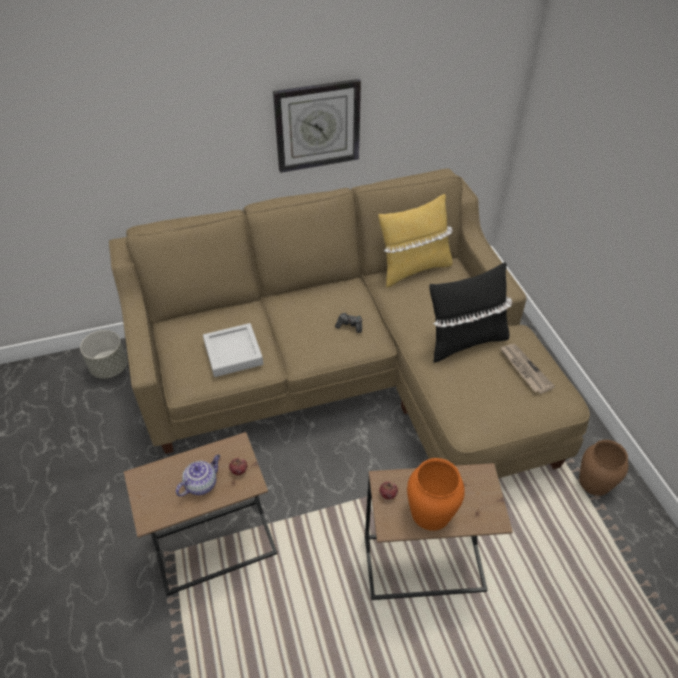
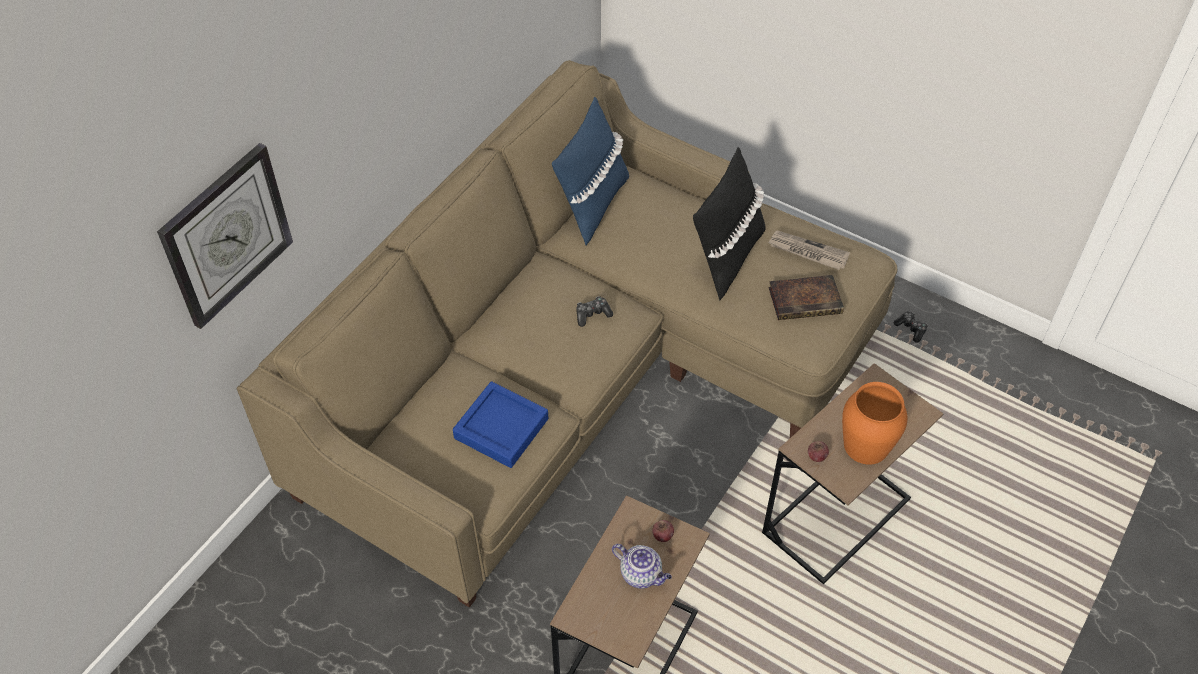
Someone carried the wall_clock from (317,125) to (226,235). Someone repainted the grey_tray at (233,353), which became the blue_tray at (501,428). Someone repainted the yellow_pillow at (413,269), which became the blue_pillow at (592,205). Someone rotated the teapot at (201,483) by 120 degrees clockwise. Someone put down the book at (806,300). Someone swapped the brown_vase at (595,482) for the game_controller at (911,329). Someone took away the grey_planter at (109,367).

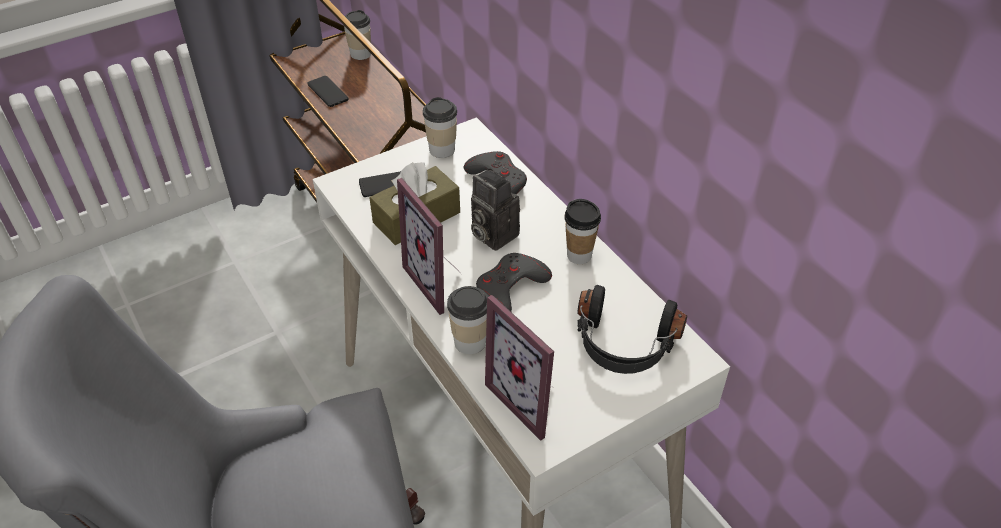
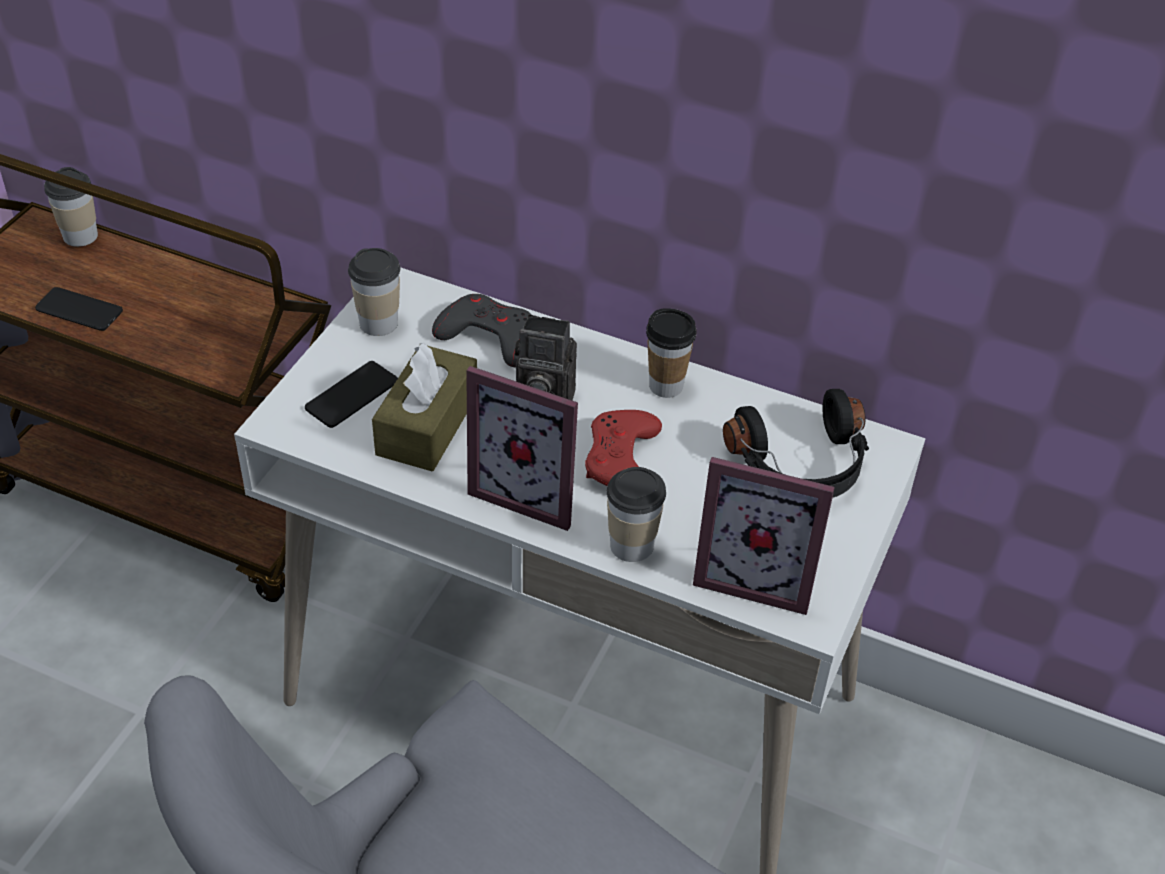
Someone repainted the grey_game_controller at (510,289), which became the red_game_controller at (622,461).

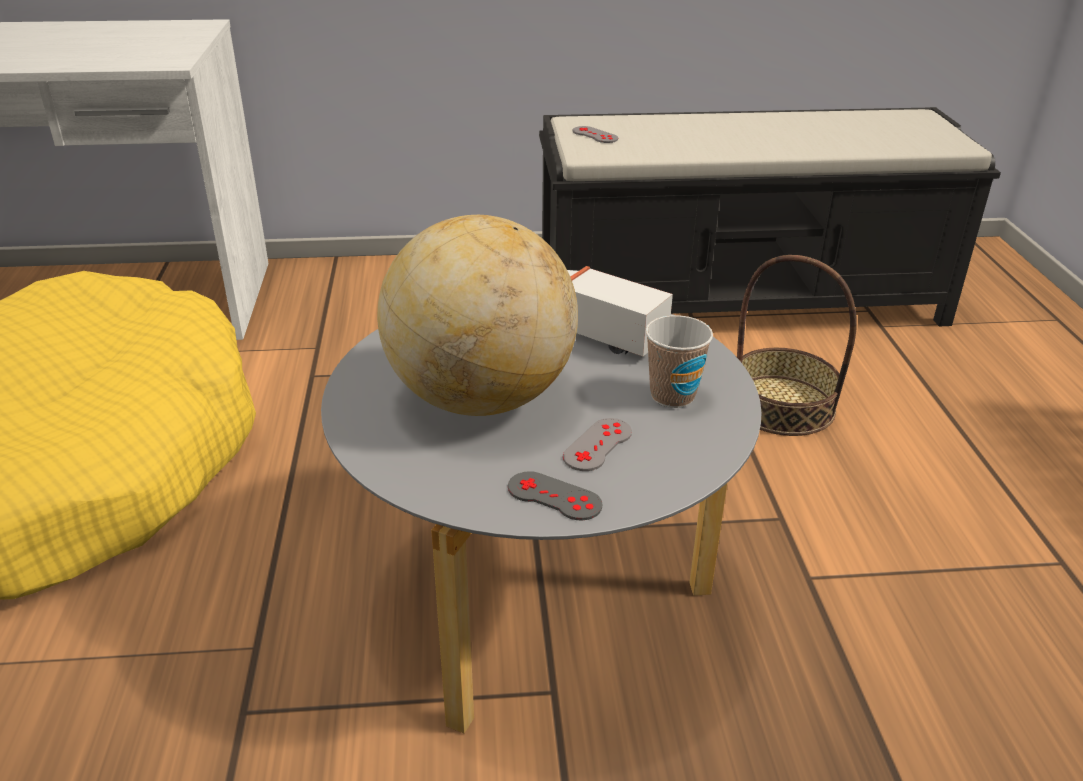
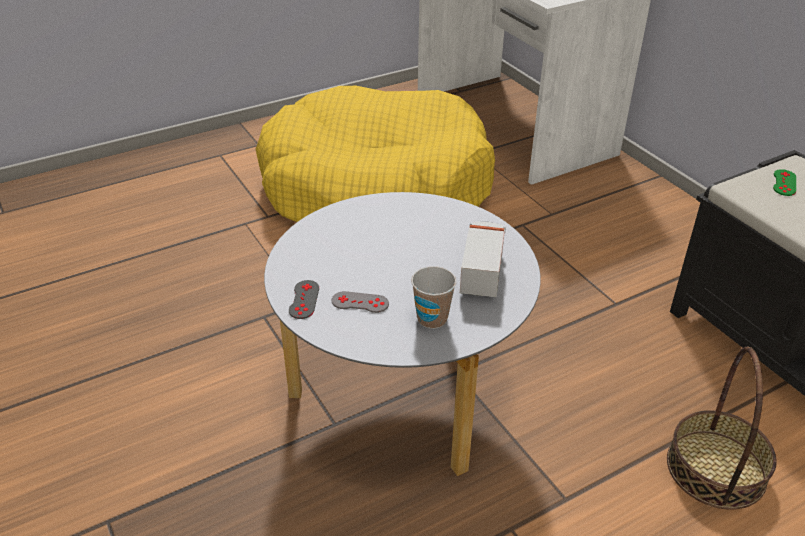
Someone repainted the grey_game_controller at (595,135), which became the green_game_controller at (784,183). Someone took away the globe at (481,398).

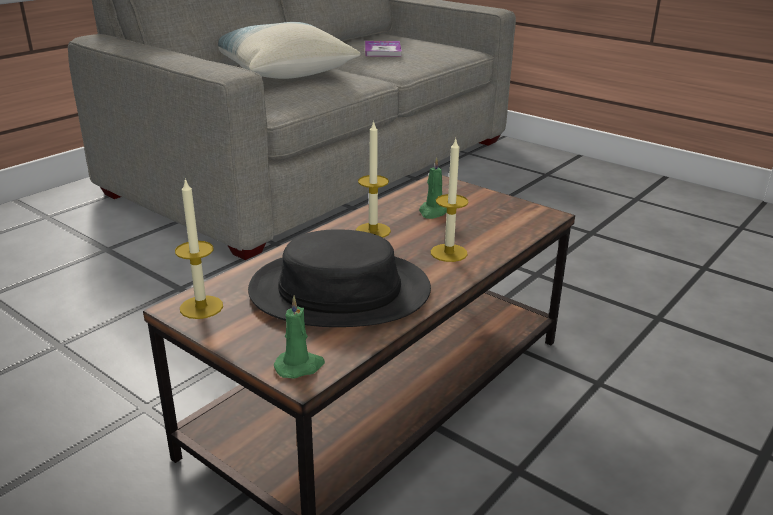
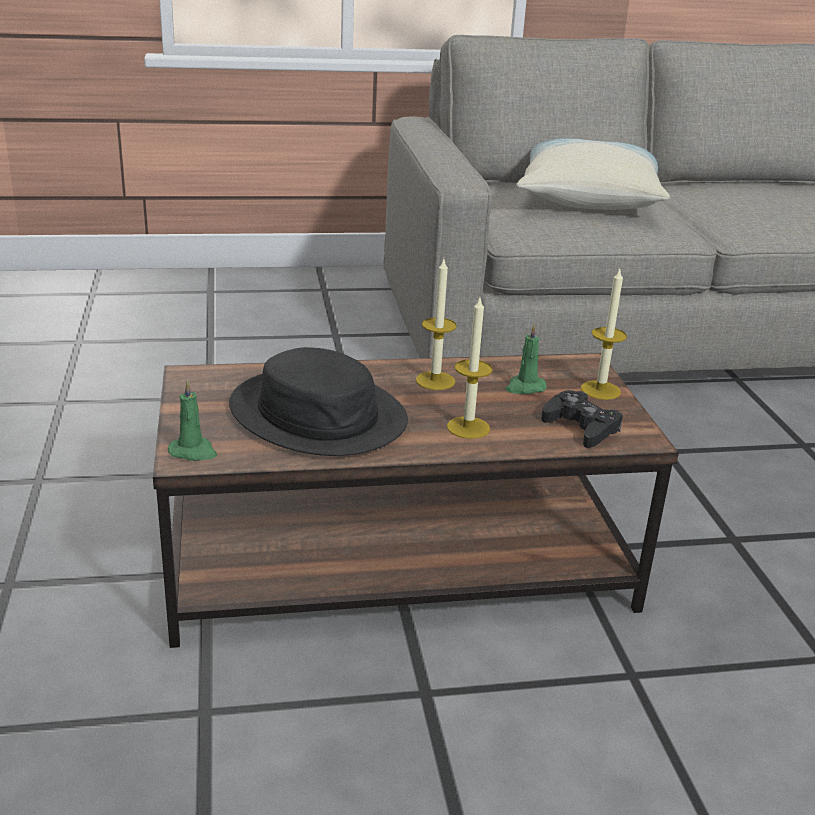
Someone put down the black_game_controller at (581,427). Someone carried the candle from (201,307) to (600,390). Someone took away the book at (382,50).

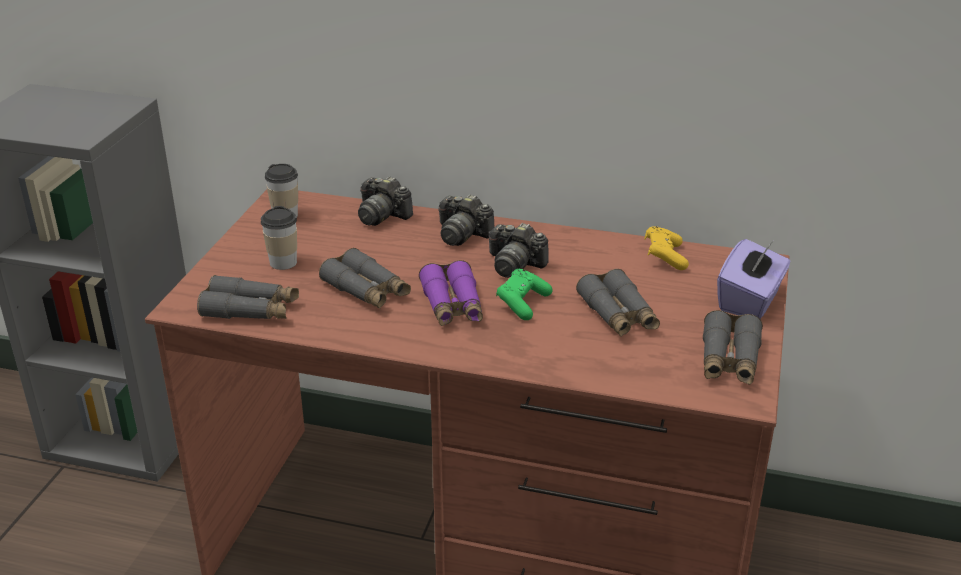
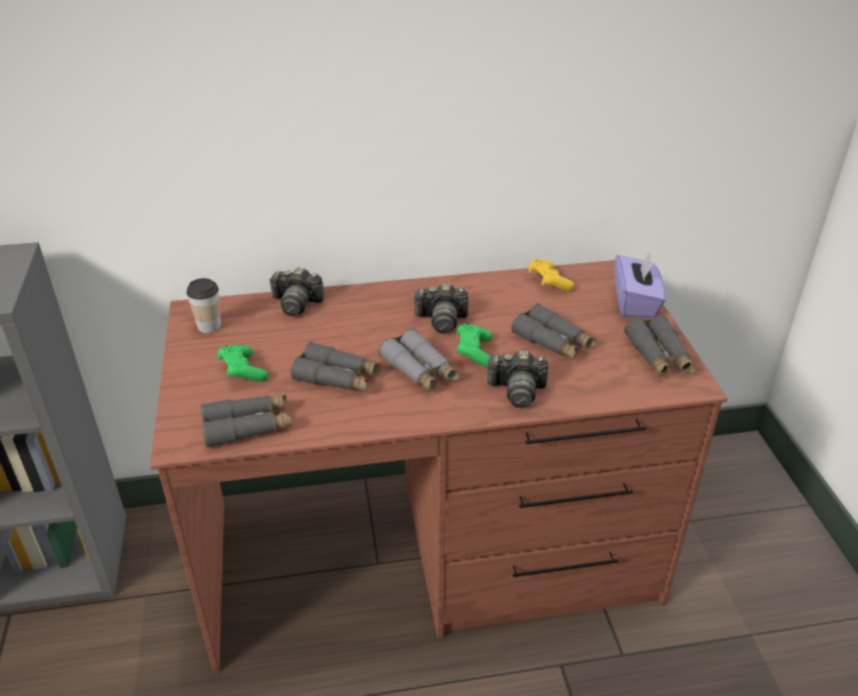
Someone swapped the cup at (283,263) for the green_game_controller at (242,372). Someone repainted the purple_binoculars at (452,305), which became the grey_binoculars at (420,371). Someone carried the photo_camera from (462,234) to (517,390).

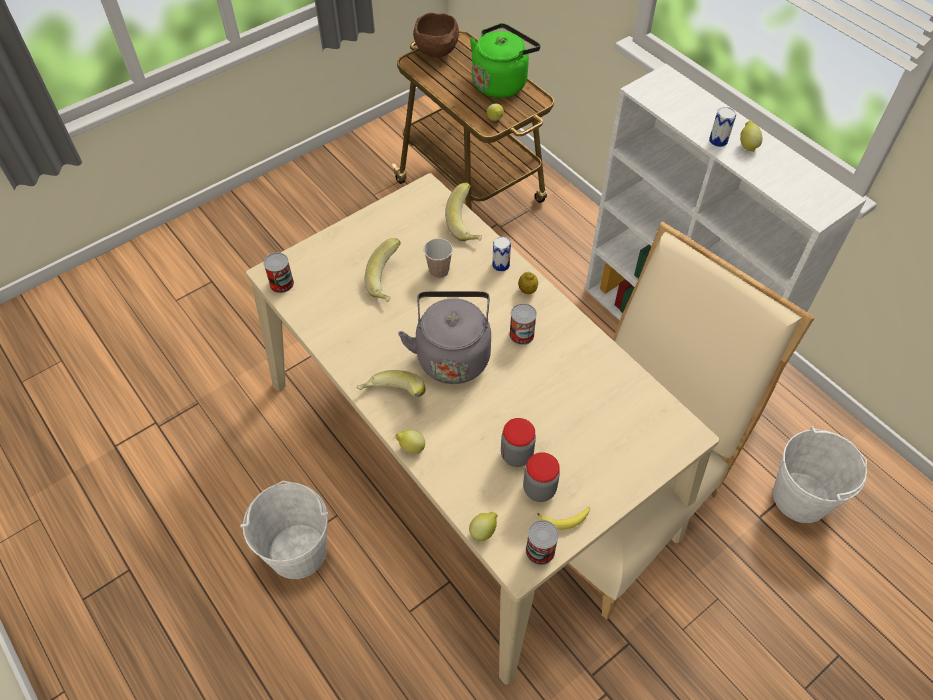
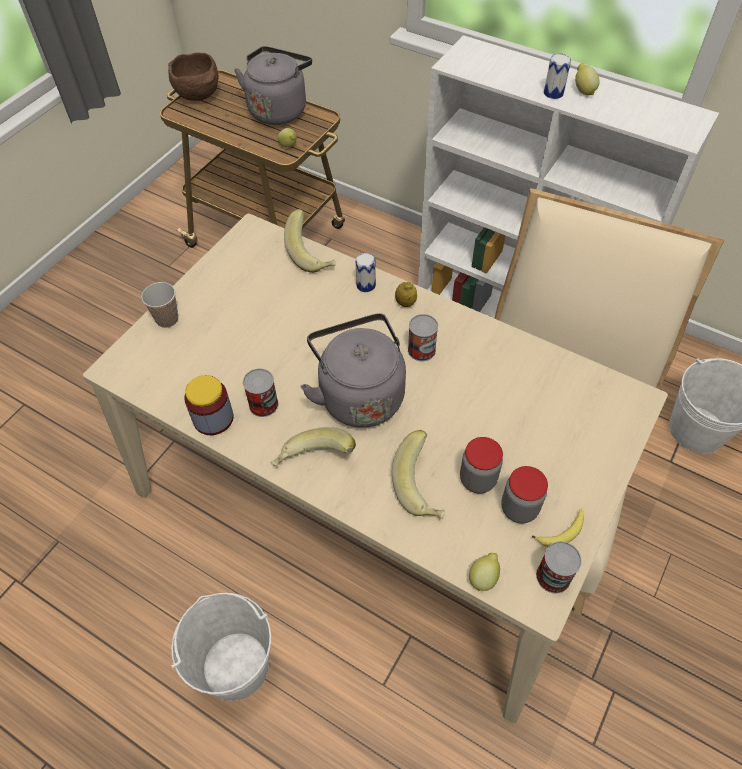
Someone carried the cup from (439,271) to (167,319). Someone put down the jar at (213,418). Someone repainted the green_kettle at (501,82), which became the grey_kettle at (279,109). Someone carried the can from (281,283) to (263,404). Someone carried the banana from (388,282) to (423,487). Someone took away the lemon at (411,447).

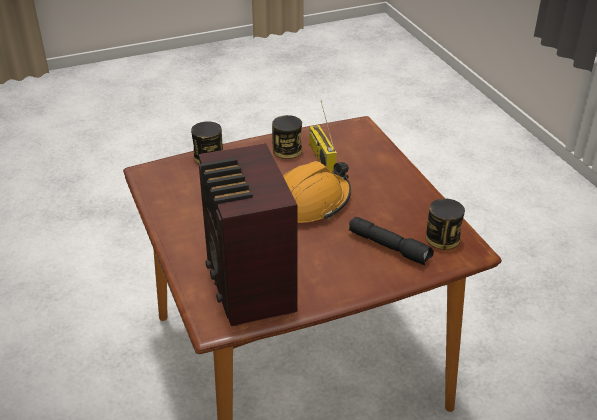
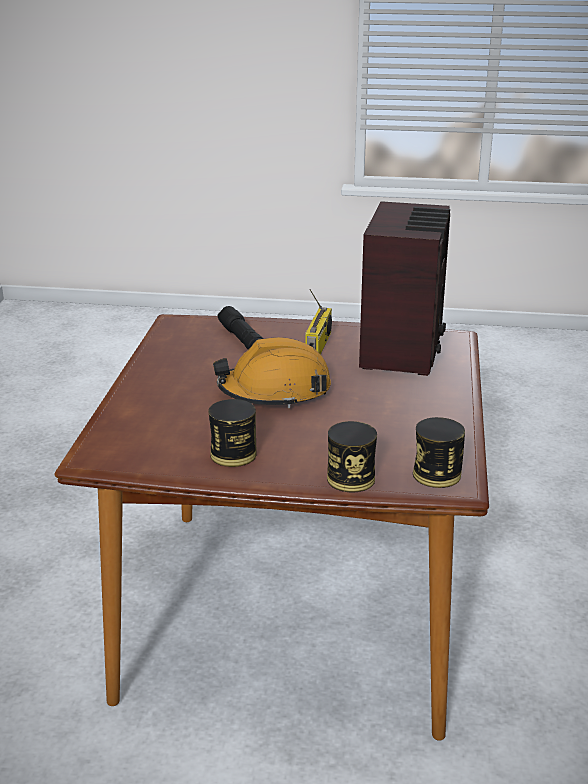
Someone carried the radio from (321,156) to (319,346). Someone carried the can from (442,238) to (436,474).

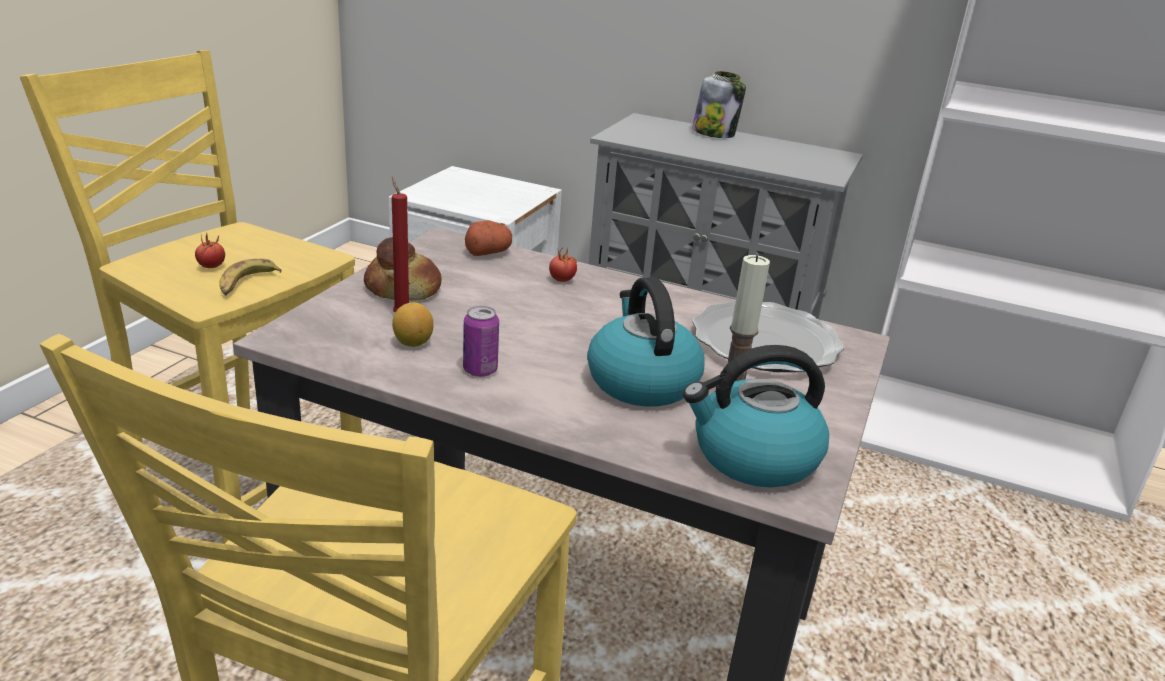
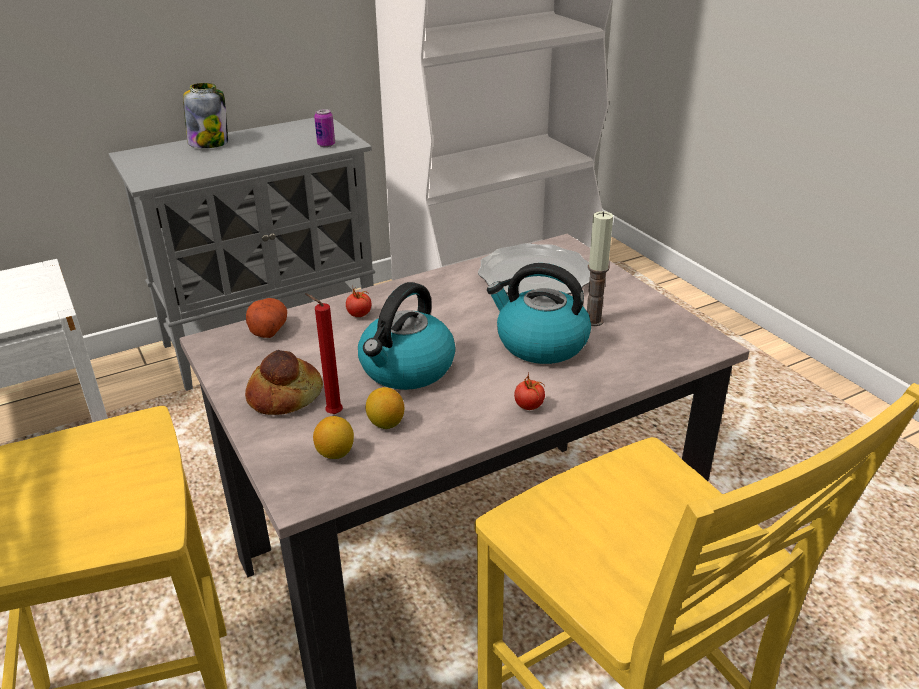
Someone put down the lemon at (335,453). Someone carried the can from (480,370) to (326,145). Someone carried the kettle from (753,457) to (406,369). Someone carried the tomato from (211,267) to (529,406). Someone took away the banana at (246,284).

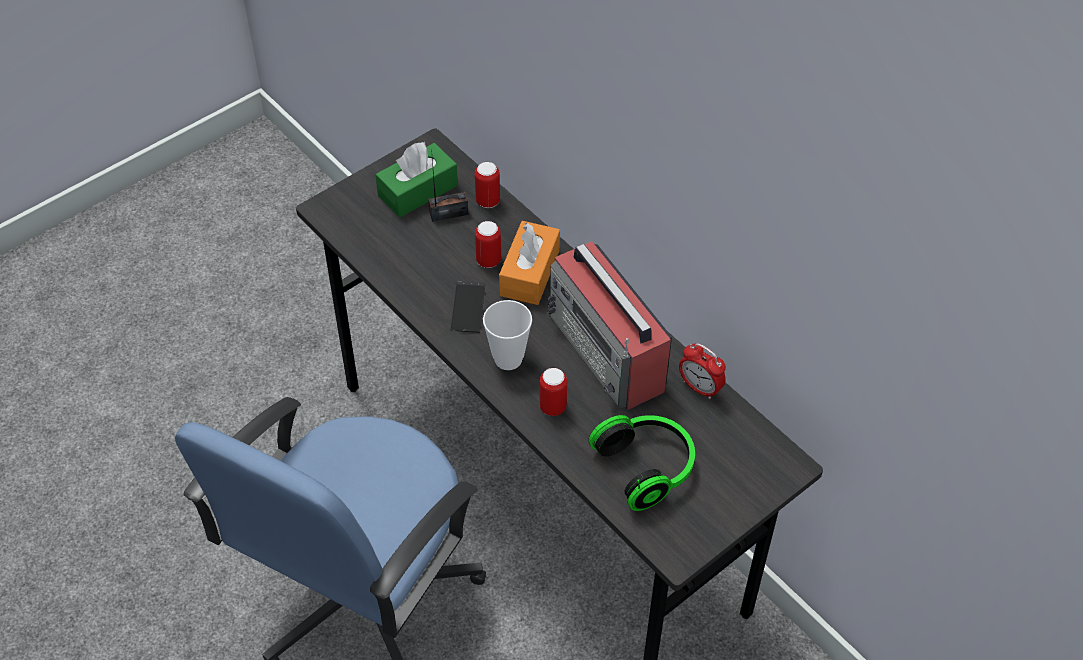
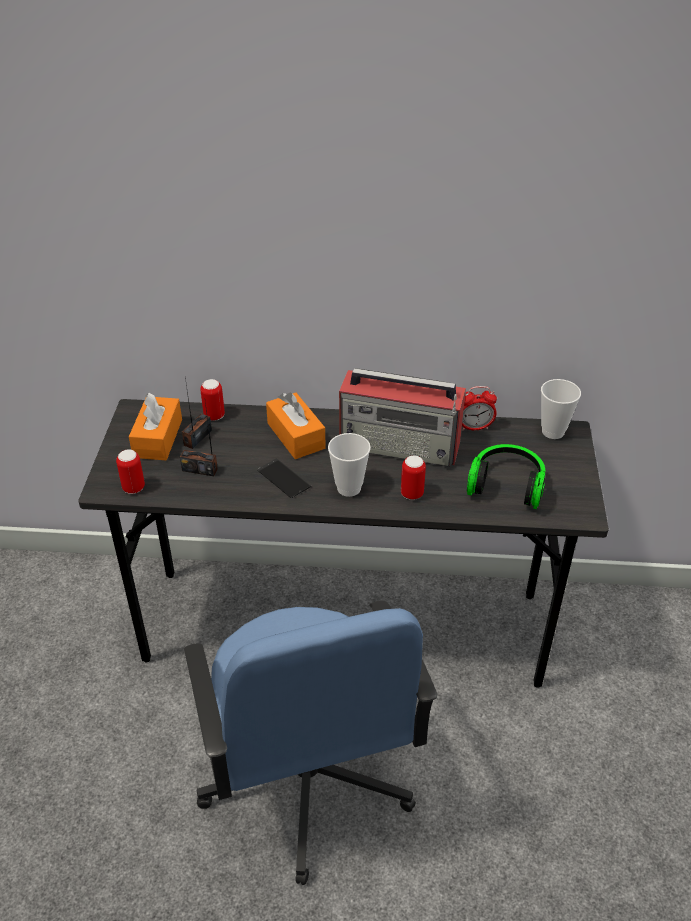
Someone carried the can from (488,260) to (133,488). Someone repainted the green_tissue_box at (418,190), which became the orange_tissue_box at (158,438). Someone put down the radio at (200,469). Someone put down the cup at (553,431).

